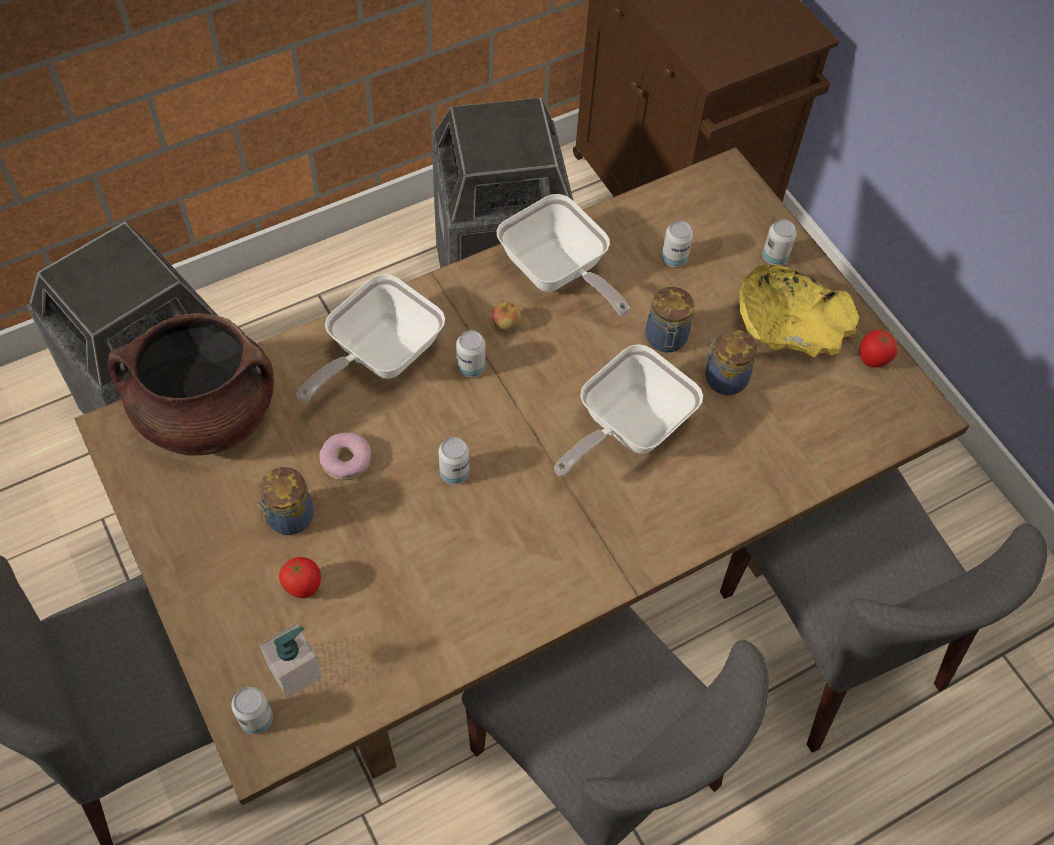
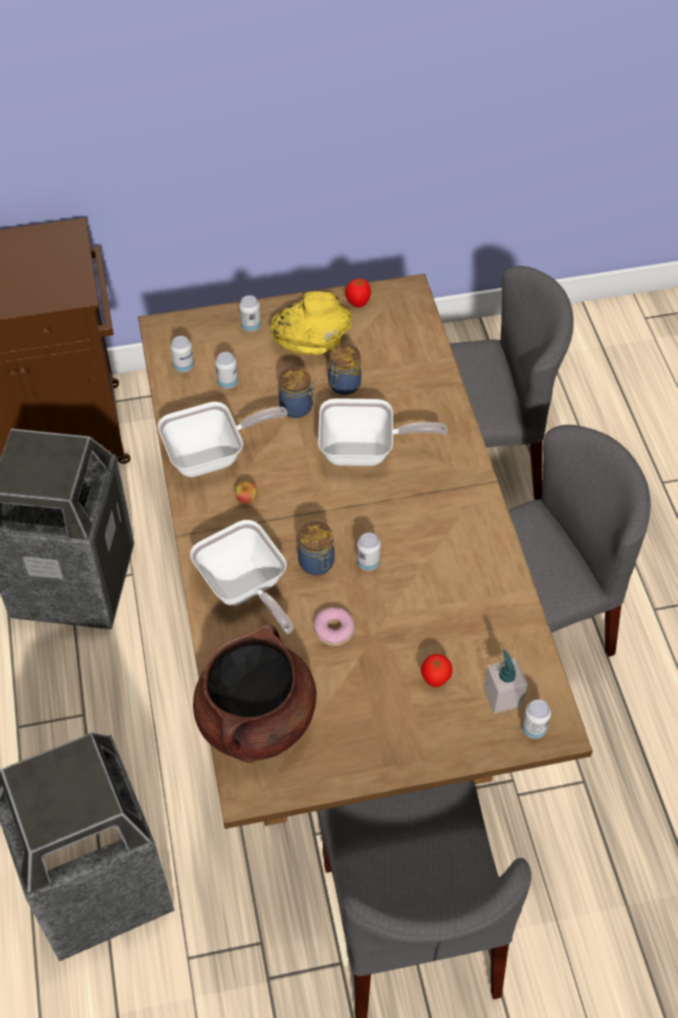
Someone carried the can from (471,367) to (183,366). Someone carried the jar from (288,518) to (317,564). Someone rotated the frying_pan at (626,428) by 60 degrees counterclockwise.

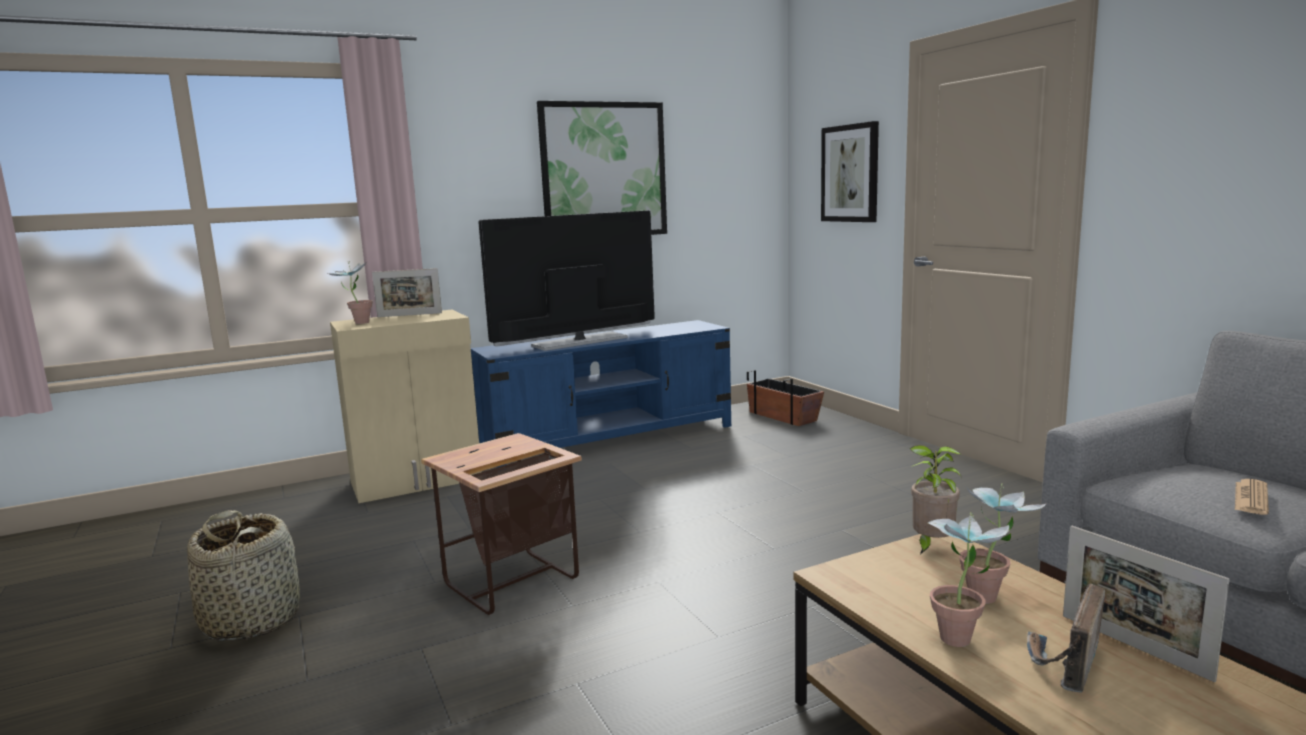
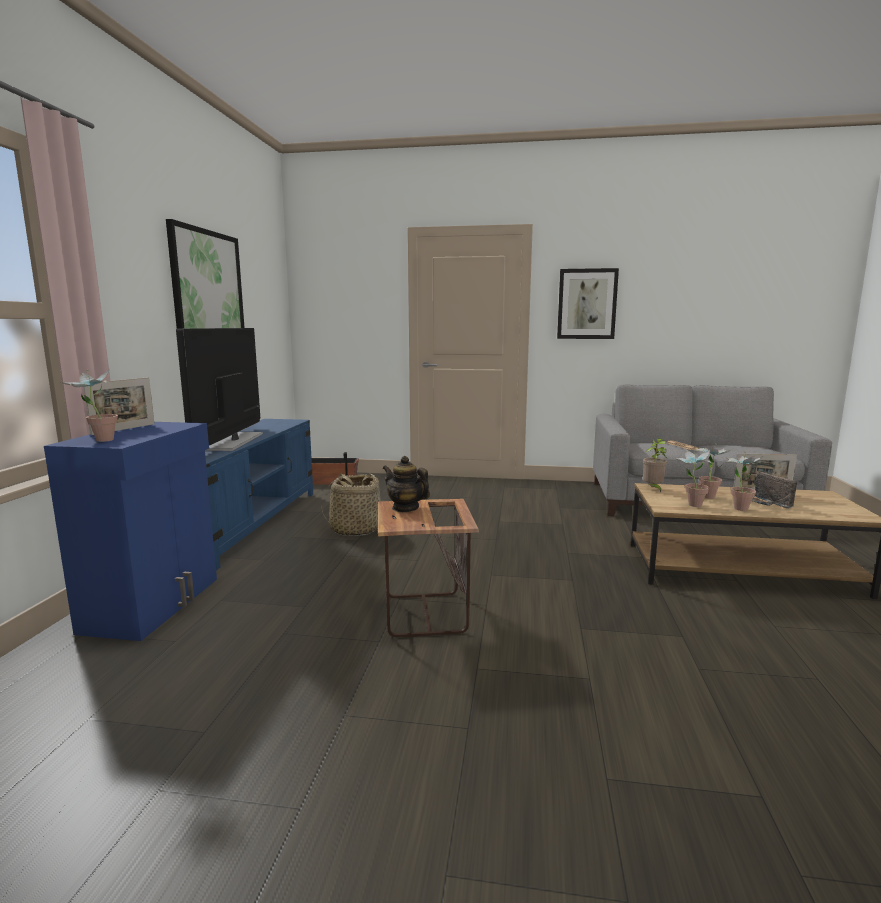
Someone repainted the beige_cabinet at (417,481), which became the blue_cabinet at (155,604). Someone carried the basket from (252,620) to (355,529). Someone put down the teapot at (405,508). Someone carried the picture from (850,173) to (587,304). Someone put down the potted_plant at (690,505).

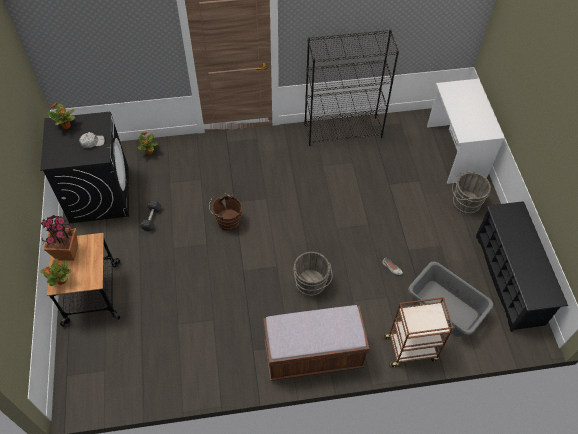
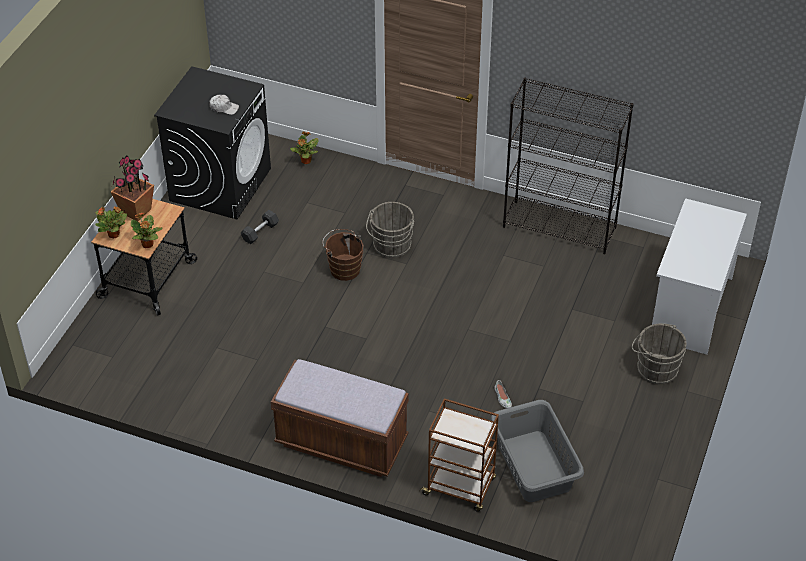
Someone carried the potted_plant from (66,126) to (147,245). Someone carried the grey_bucket from (311,284) to (391,247). Someone took away the black_shoe_rack at (509,279).

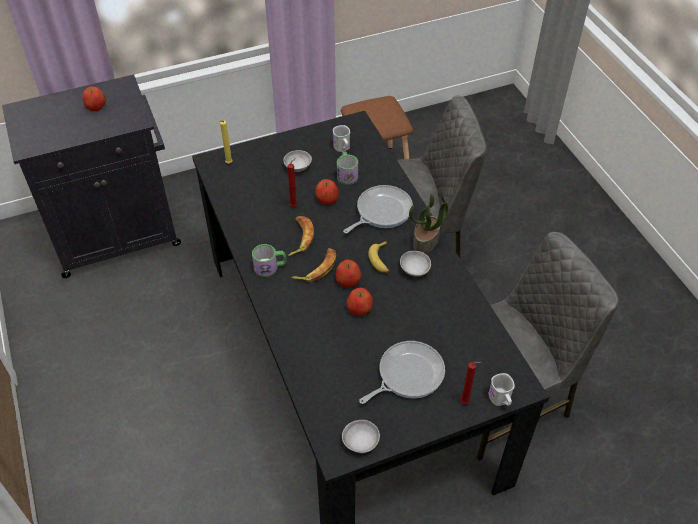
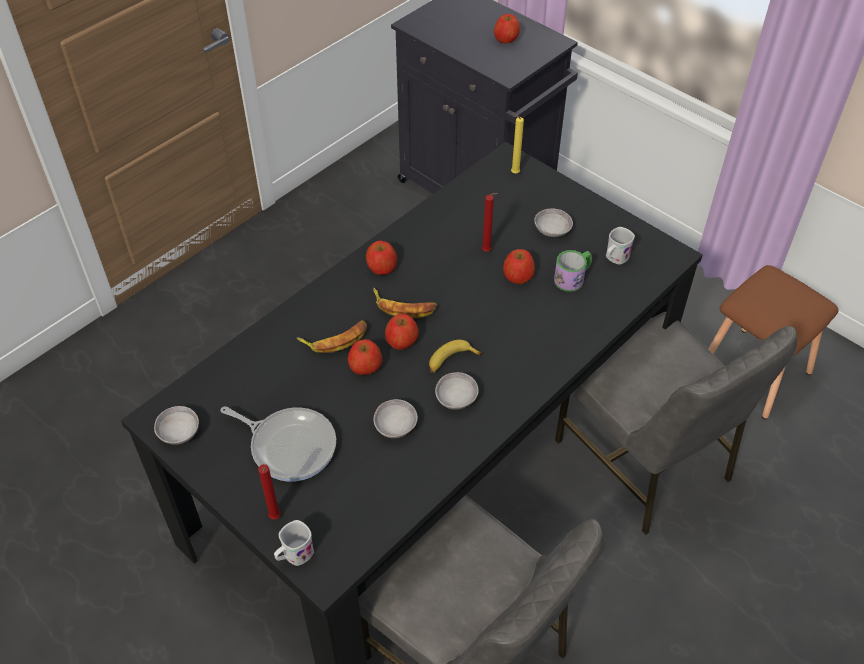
Someone carried the banana from (300,238) to (335,339). Someone swapped the mug at (270,267) for the apple at (381,267). Someone put down the grey_bowl at (395,426). Someone took away the frying_pan at (381,211). Someone took away the potted_plant at (426,241).

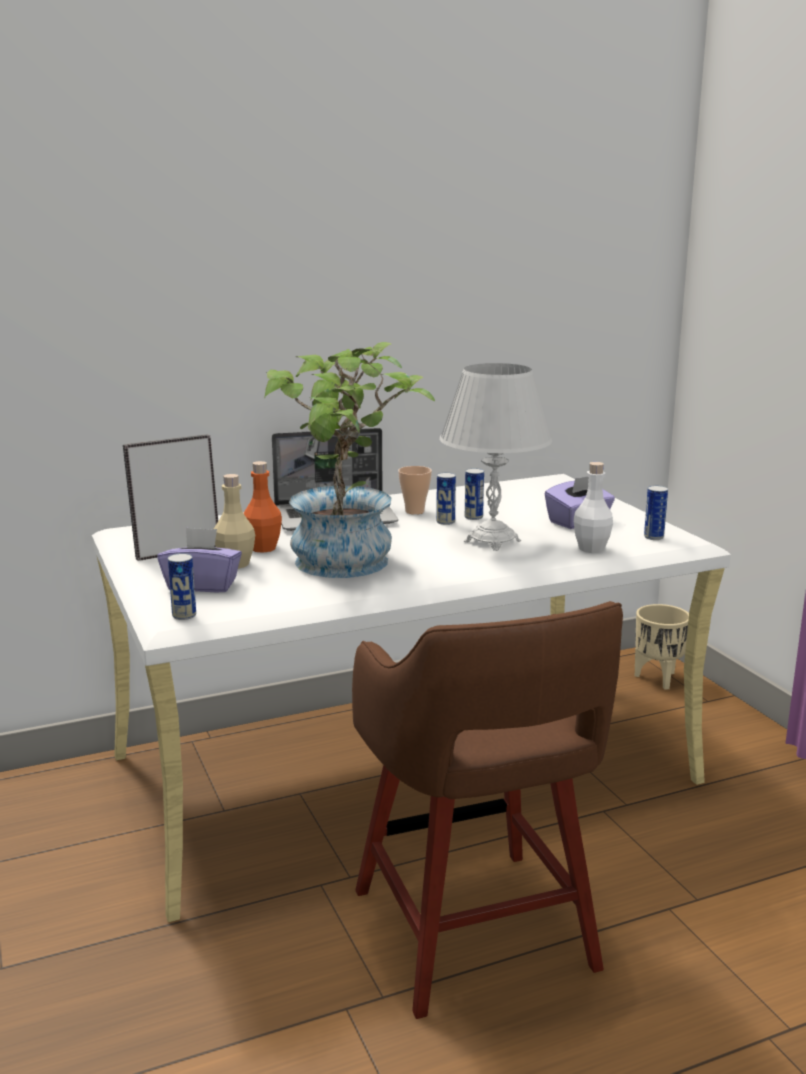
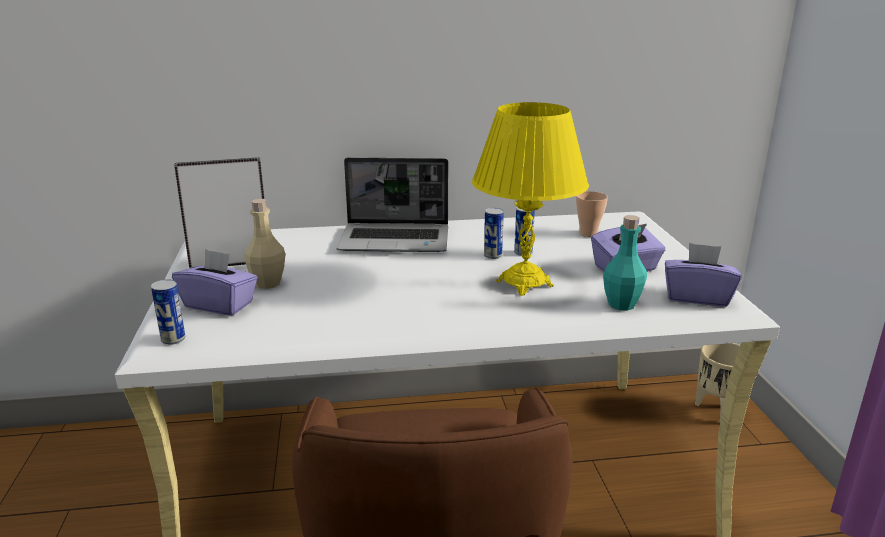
Someone repainted the white_table_lamp at (492,541), which became the yellow_table_lamp at (524,283). Someone carried the cup from (414,511) to (588,233). Someone repainted the white_bottle at (591,549), which became the turquoise_bottle at (621,304). Someone swapped the can at (653,537) for the purple_tissue_box at (697,297). Someone took away the orange_bottle at (263,548). Someone took away the potted_plant at (346,566).

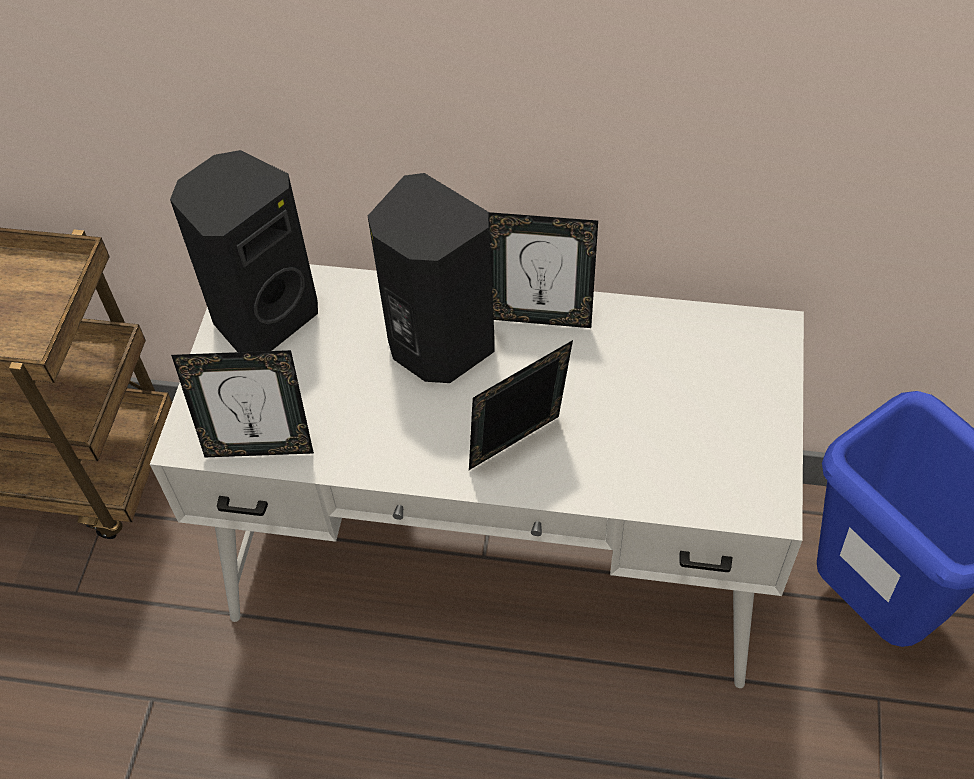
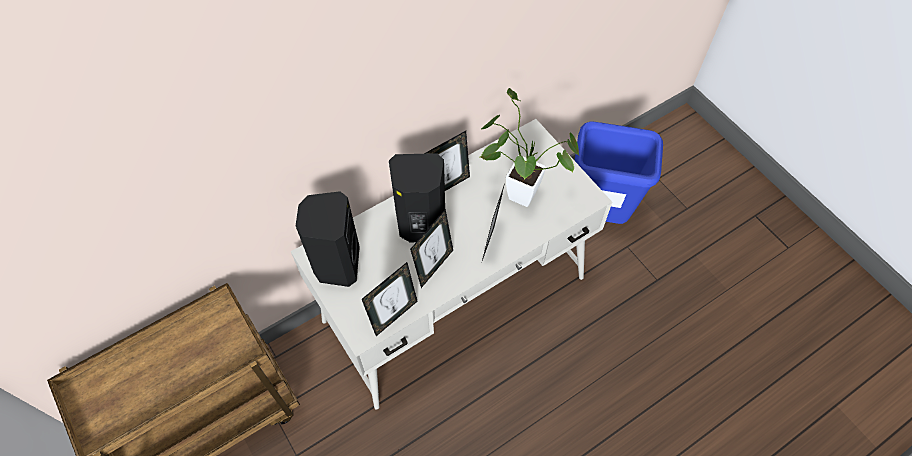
Someone put down the picture_frame at (434,266). Someone put down the potted_plant at (516,193).

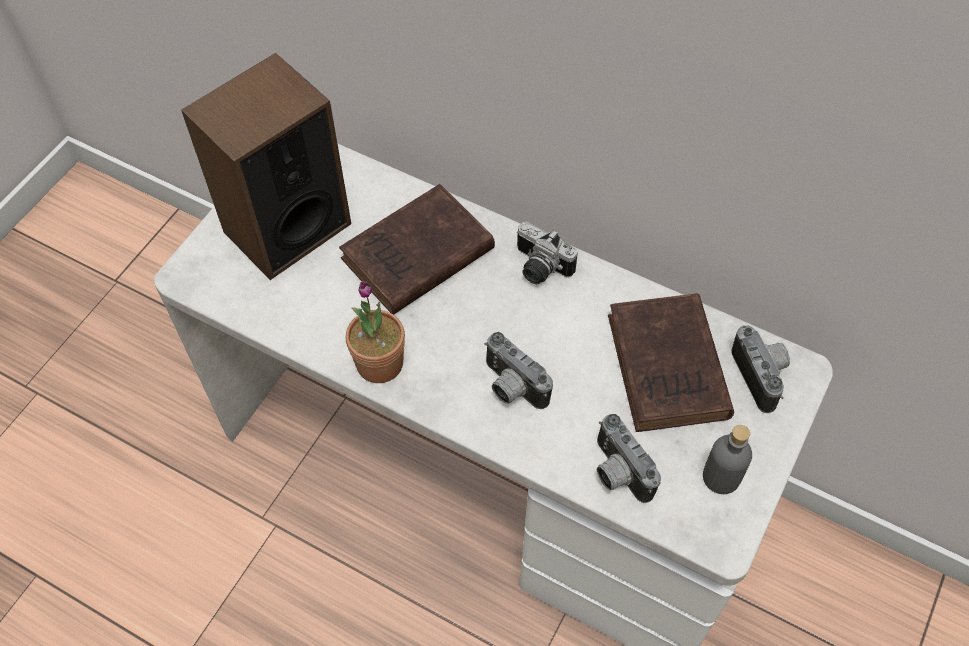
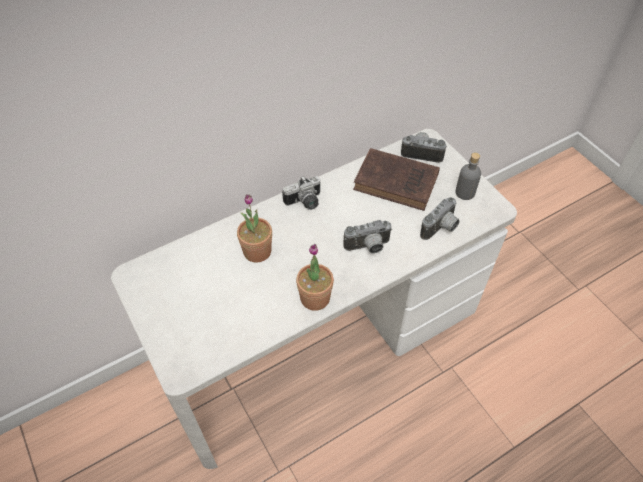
Someone swapped the brown_book at (414,256) for the potted_plant at (257,251). Someone rotated the photo_camera at (616,472) by 45 degrees counterclockwise. Someone took away the speaker at (286,227).

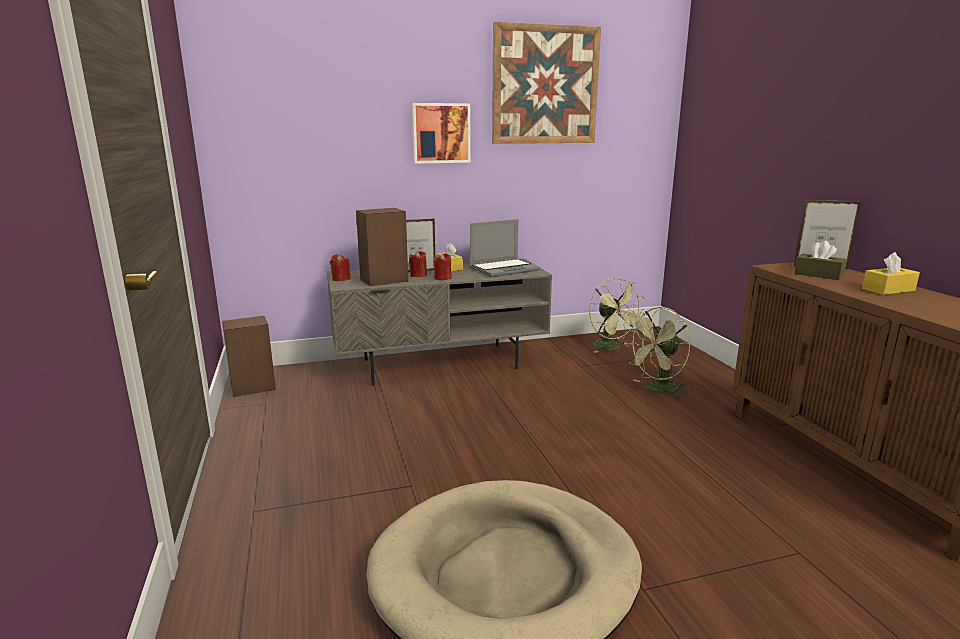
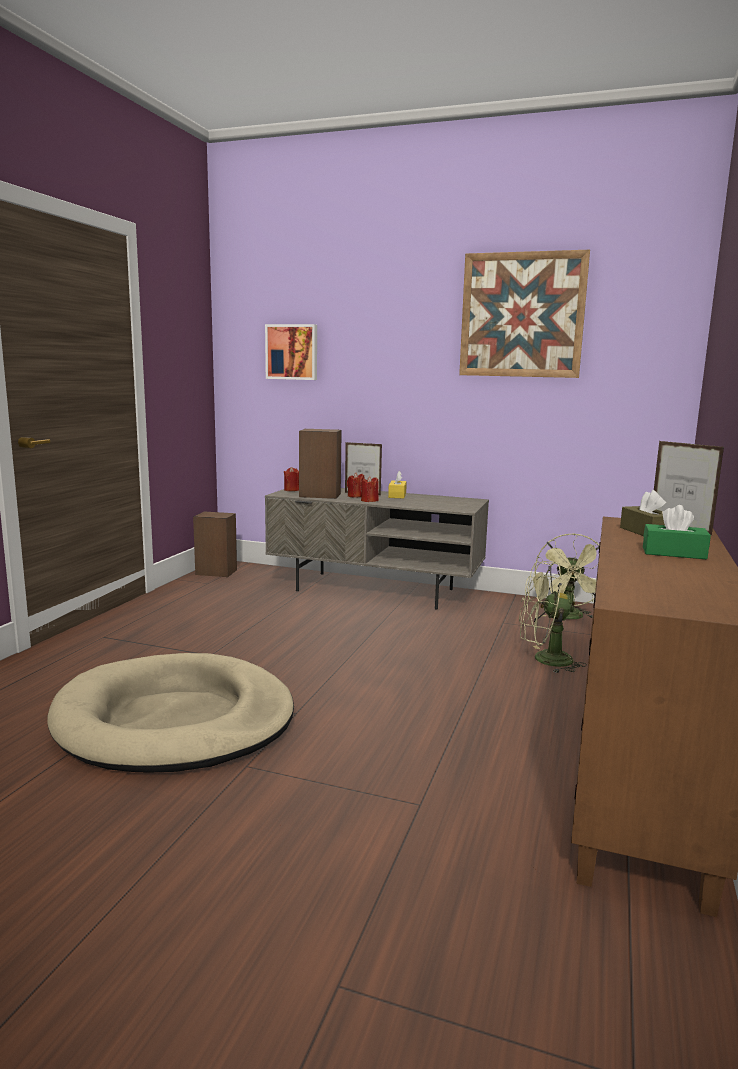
Someone carried the picture from (441,133) to (292,352). Someone repainted the yellow_tissue_box at (888,290), which became the green_tissue_box at (674,553). Someone took away the laptop at (504,269).

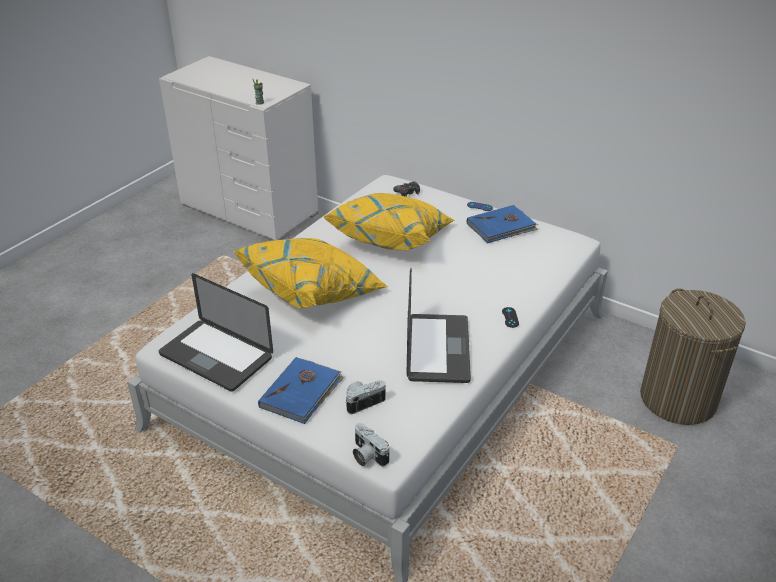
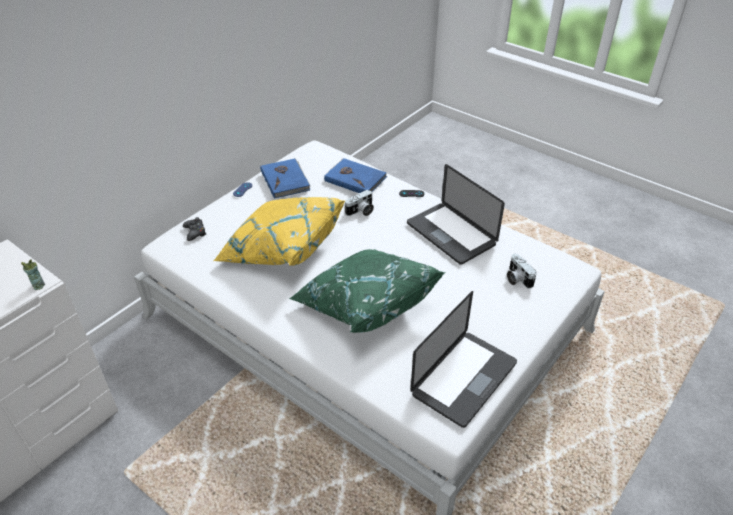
Someone repainted the yellow_pillow at (314,291), which became the green_pillow at (365,304). Someone carried the blue_book from (302,392) to (355,178). Someone carried the photo_camera from (367,455) to (361,211). Someone rotated the laptop at (437,349) by 135 degrees counterclockwise. Someone took away the laundry_basket at (678,399).

